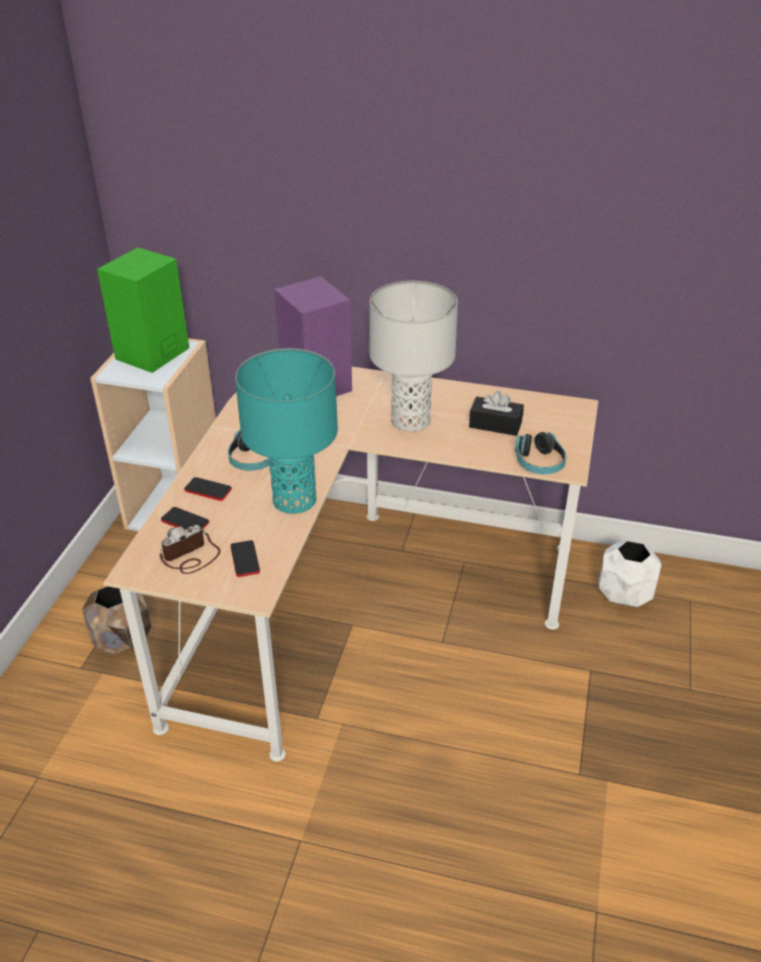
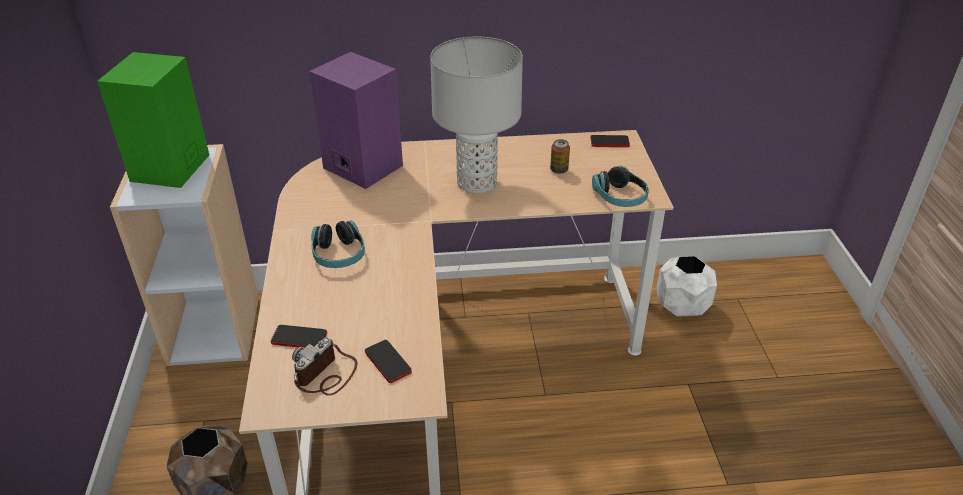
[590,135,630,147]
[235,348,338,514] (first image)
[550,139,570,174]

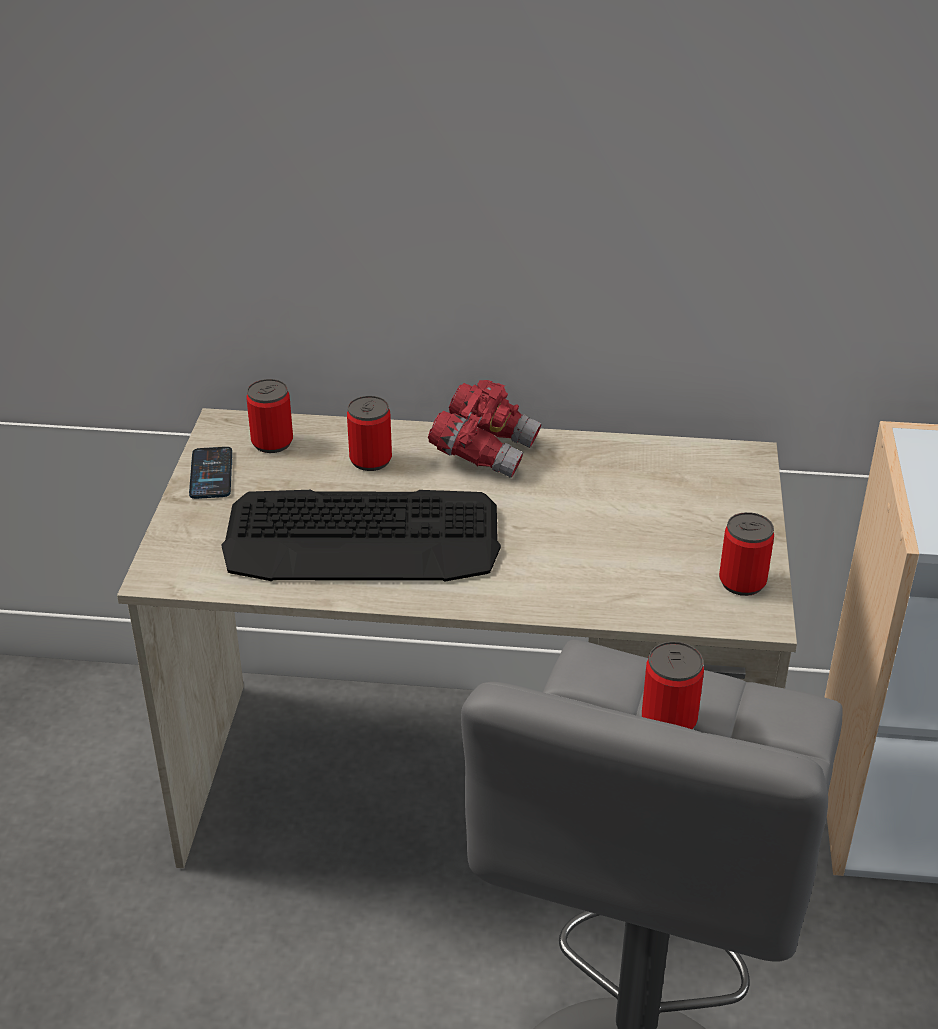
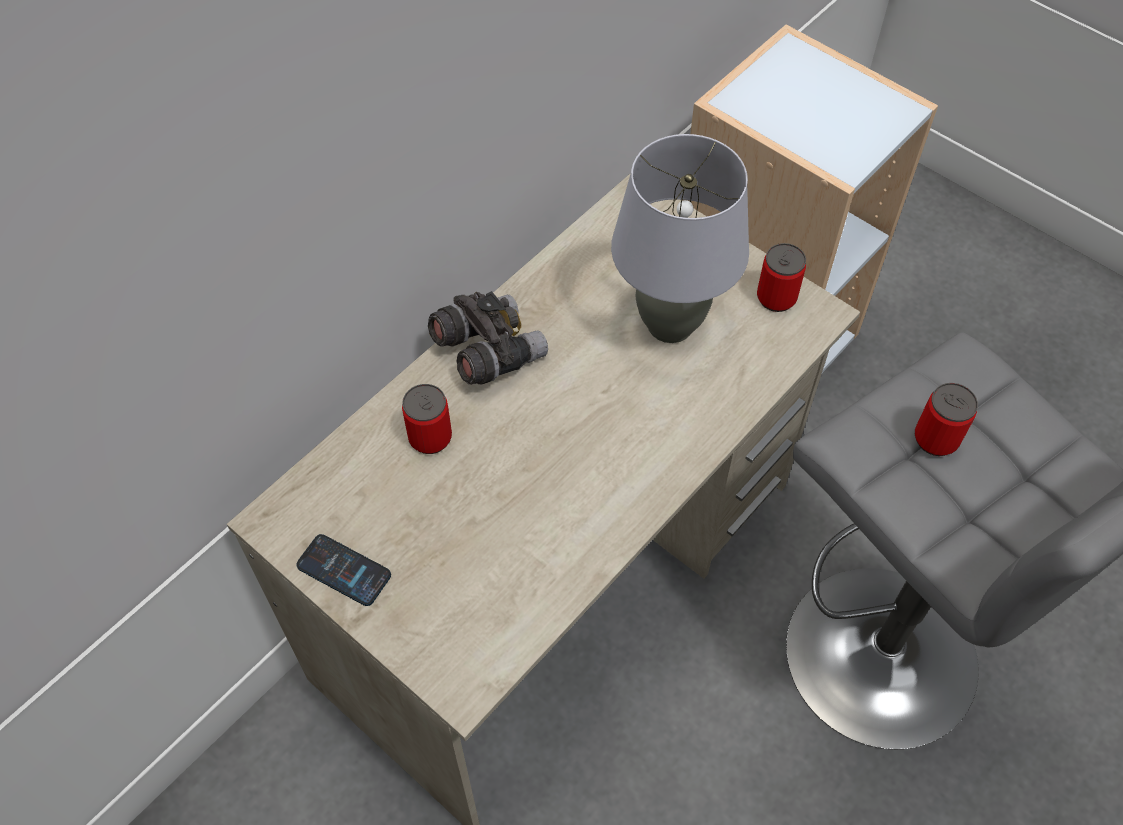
[221,490,501,582] (first image)
[247,379,293,453] (first image)
[428,291,548,385]
[611,134,749,343]

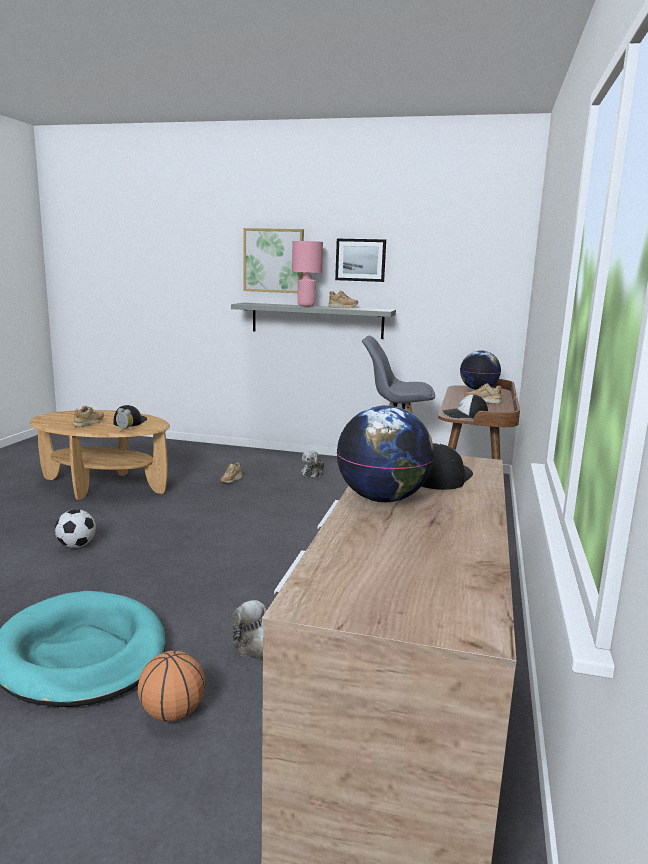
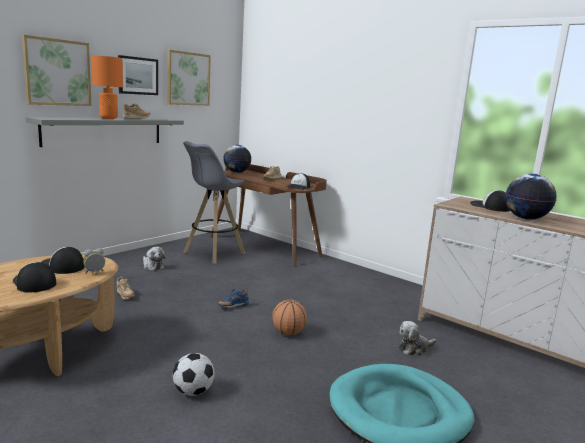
[13,262,56,292]
[272,300,307,335]
[91,55,123,119]
[167,50,211,106]
[218,289,249,308]

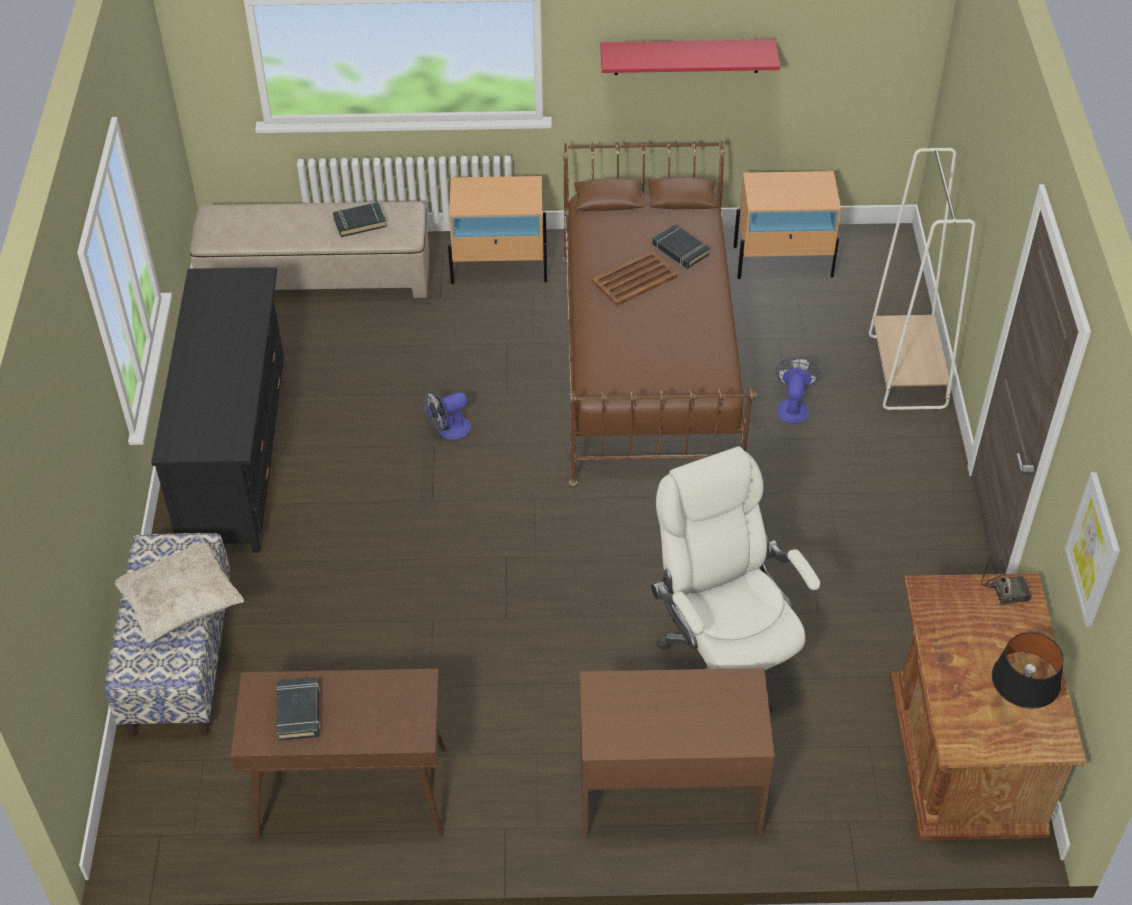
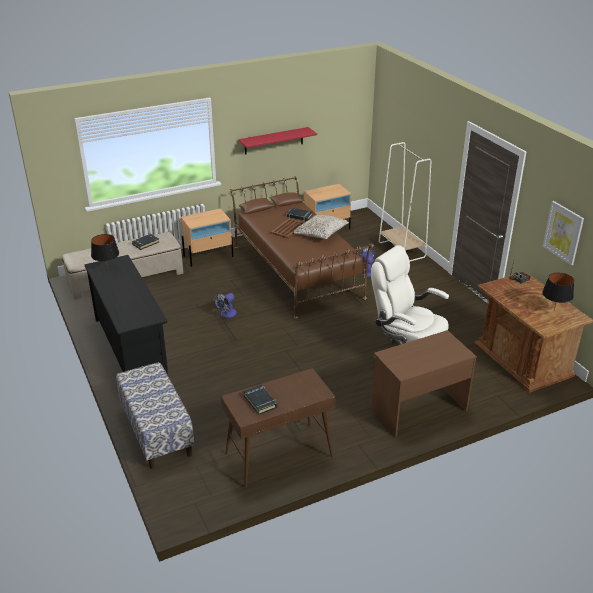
[294,215,349,239]
[91,234,119,270]

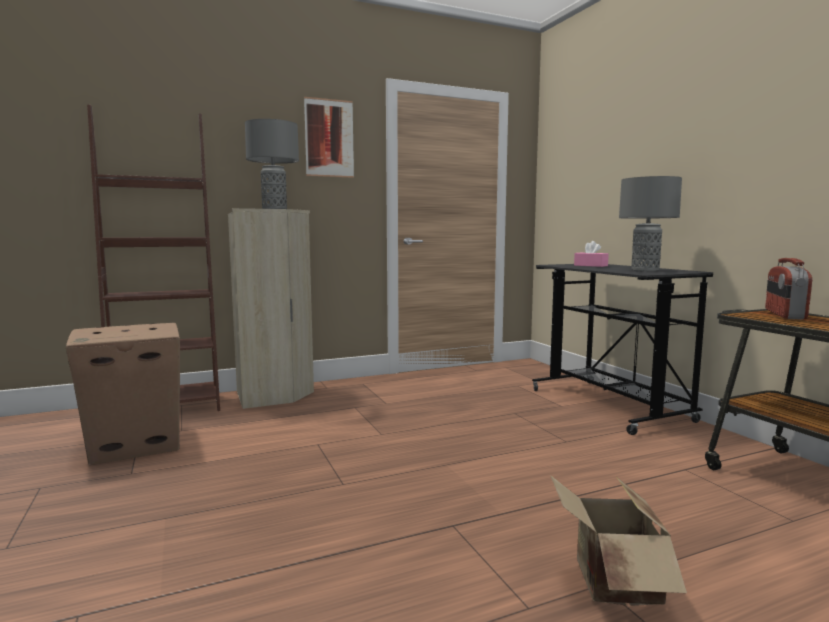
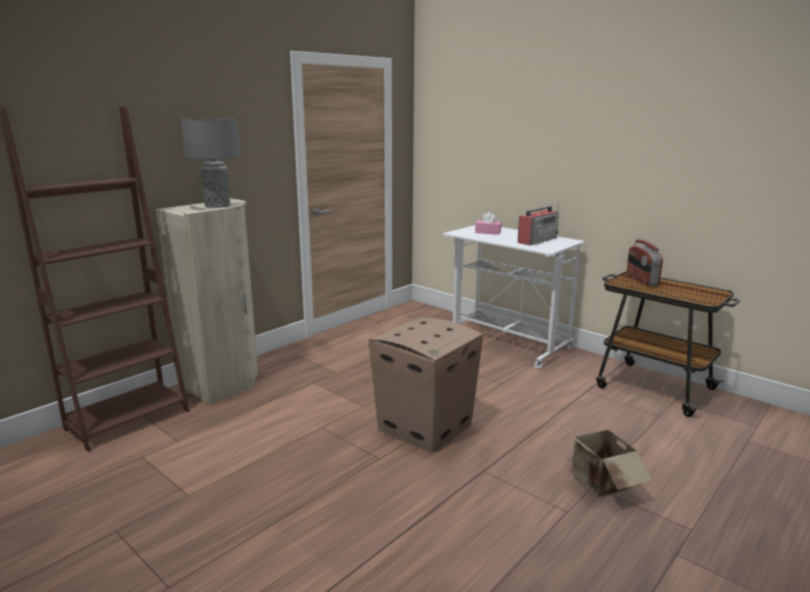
[368,317,483,453]
[304,97,354,178] (first image)
[444,225,585,369]
[518,205,559,245]

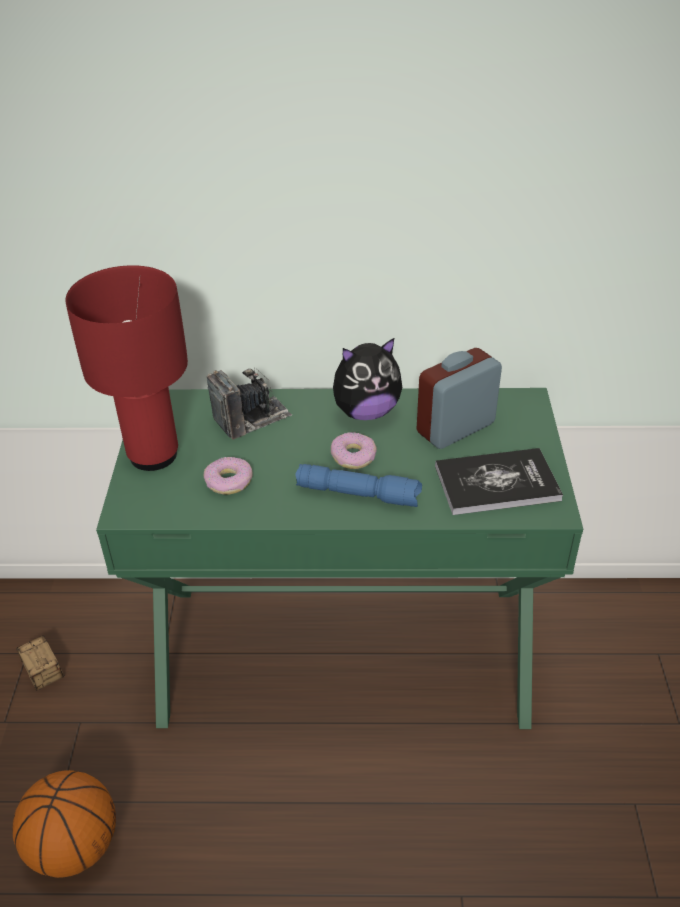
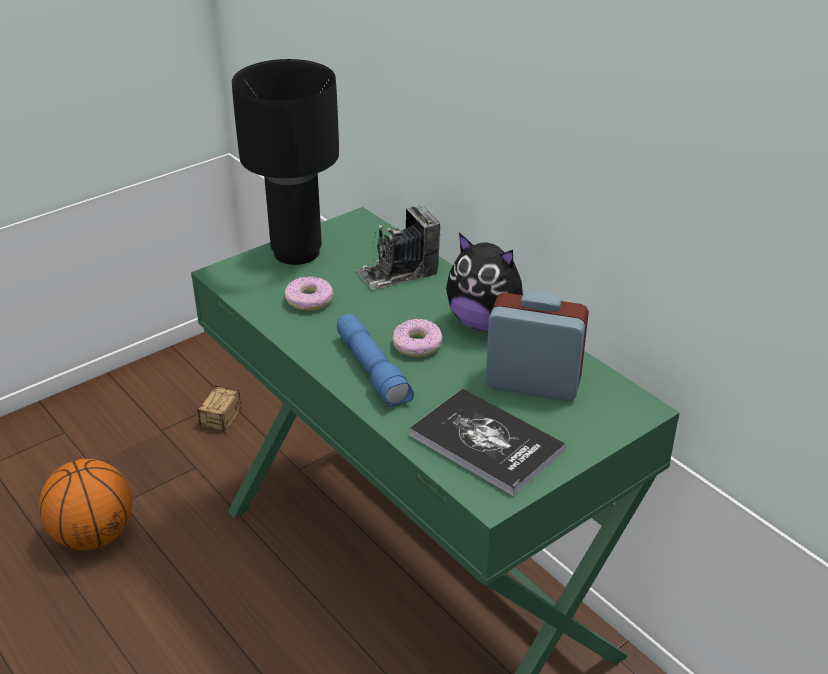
[232,59,339,265]
[356,205,440,290]

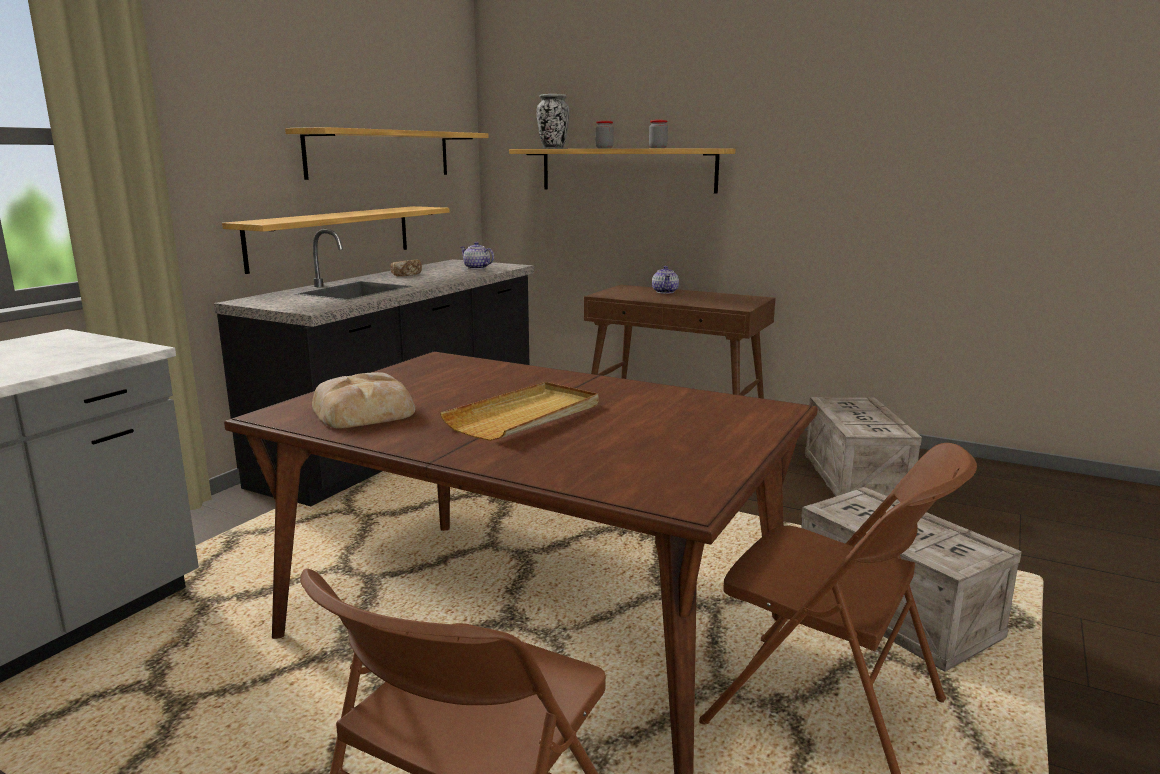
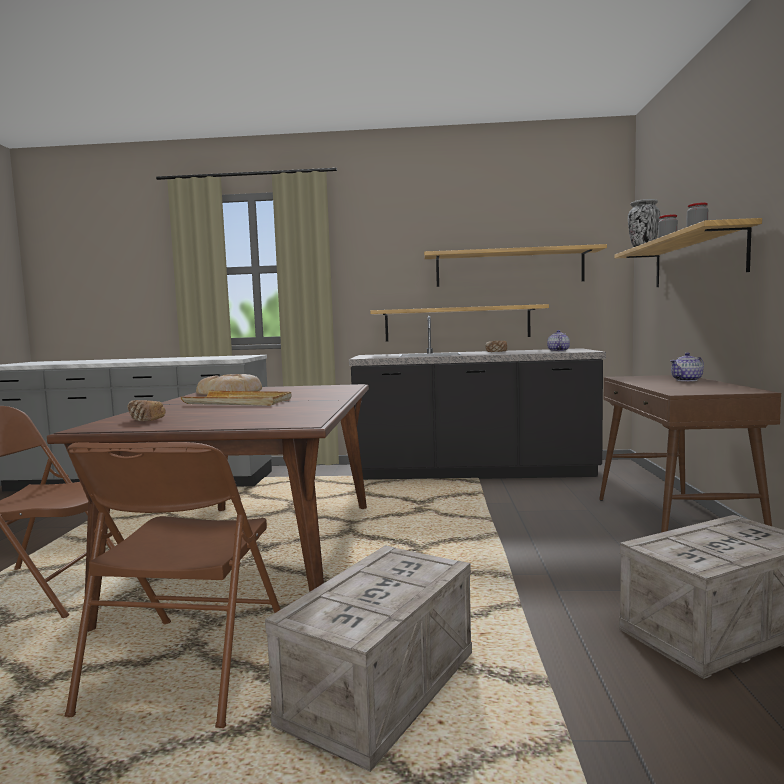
[127,400,165,421]

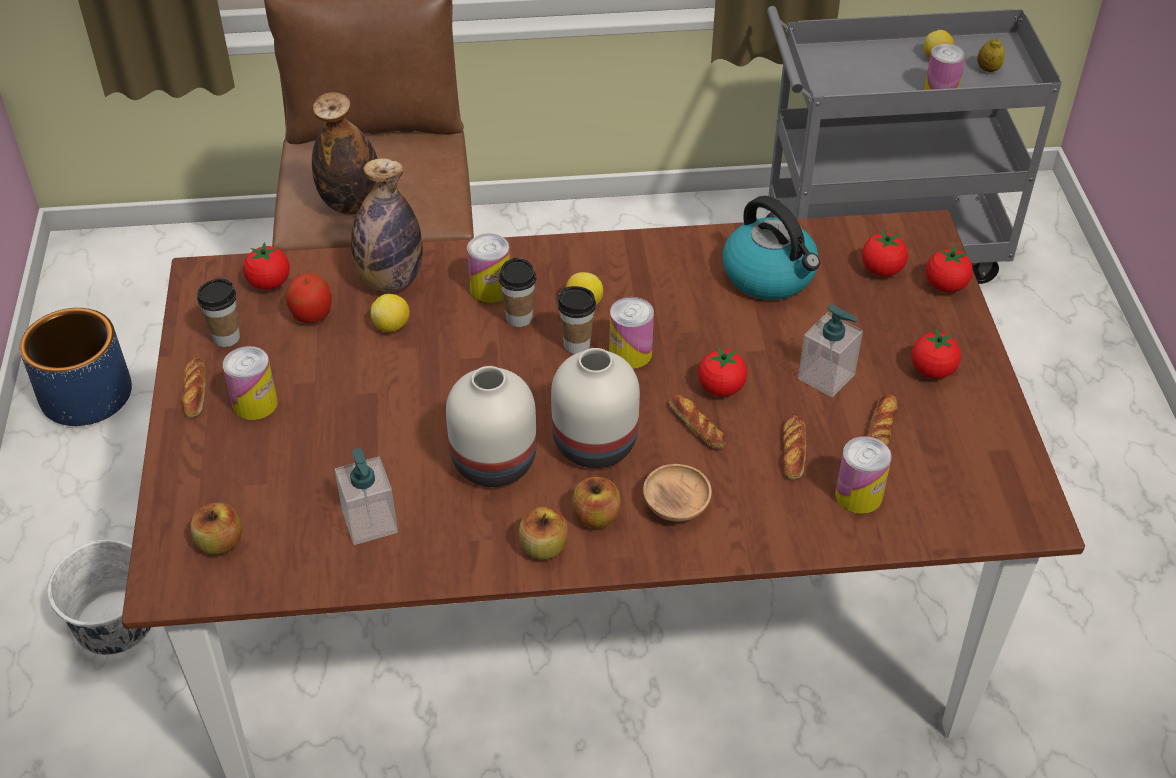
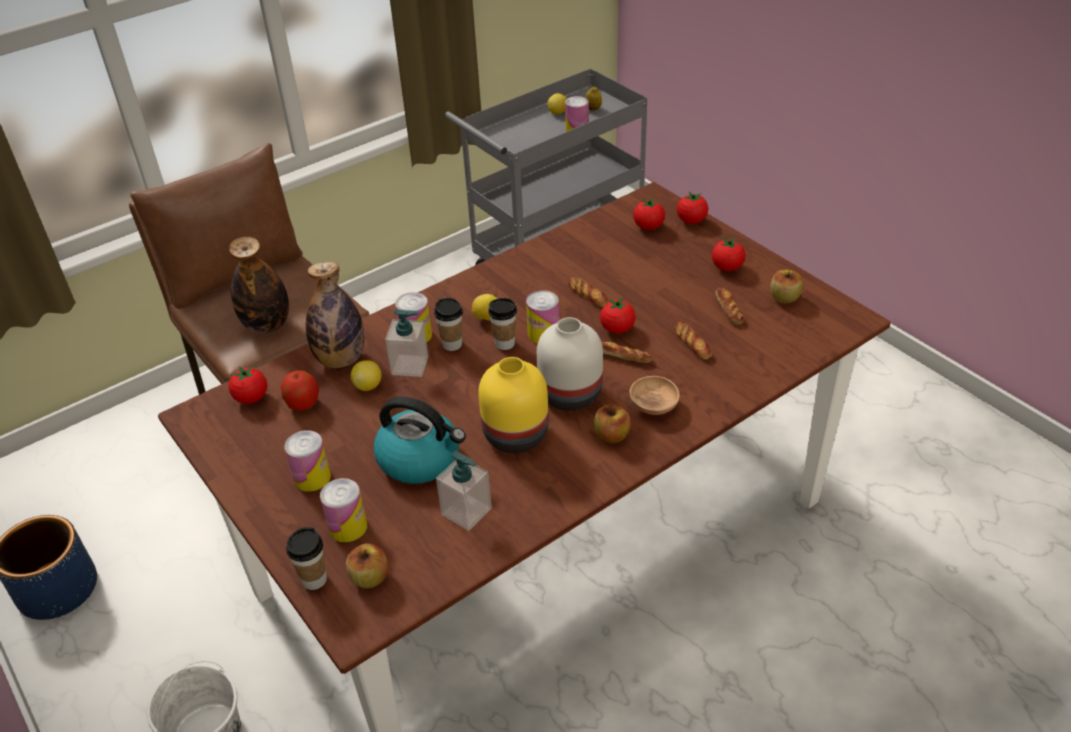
[568,276,609,307]
[286,527,327,590]
[478,357,549,453]
[770,269,803,303]
[374,396,466,484]
[385,310,428,377]
[320,478,367,543]

